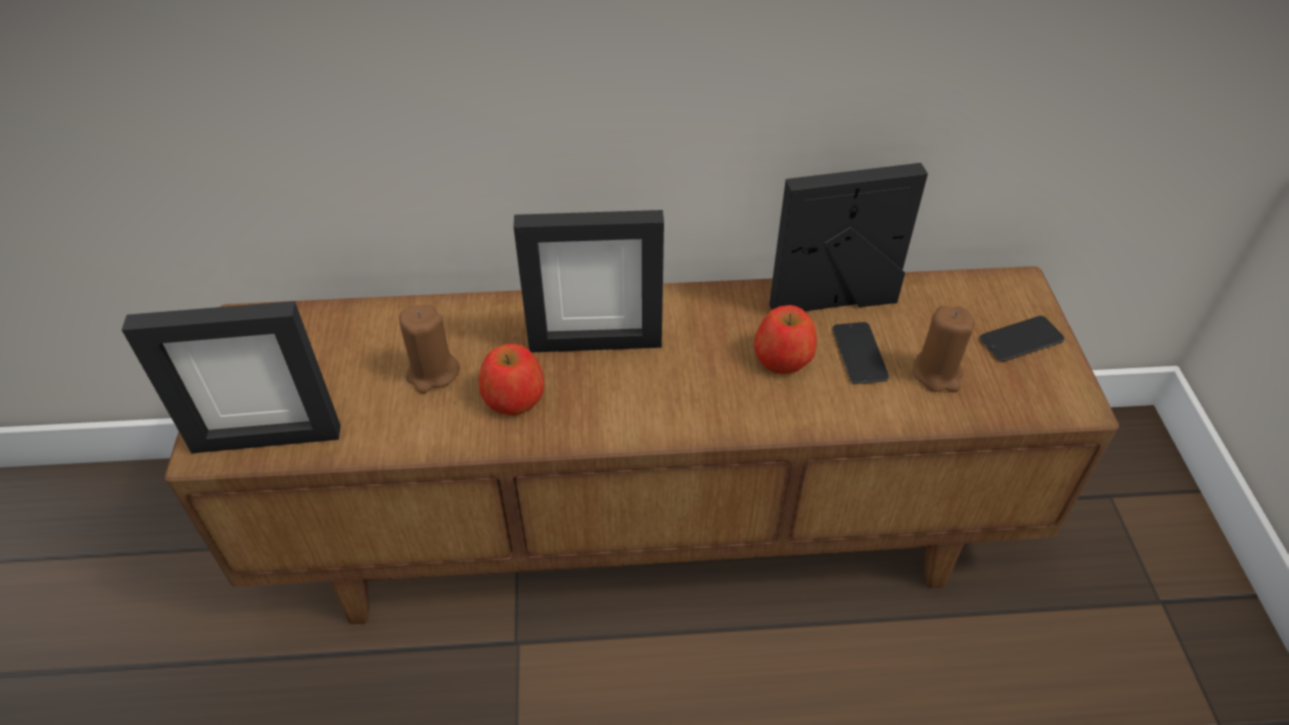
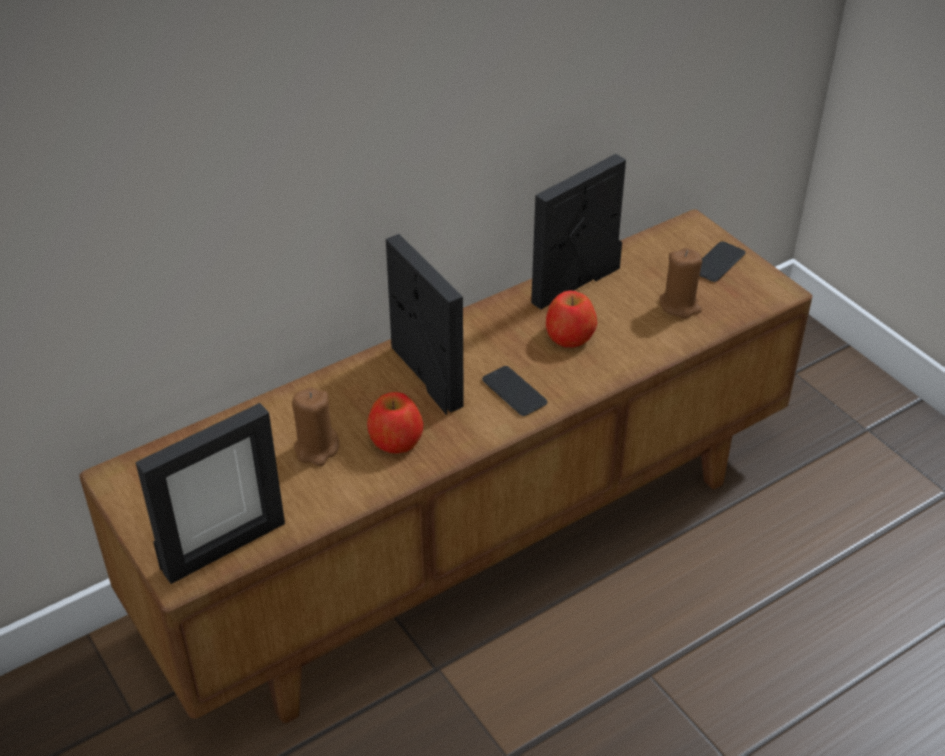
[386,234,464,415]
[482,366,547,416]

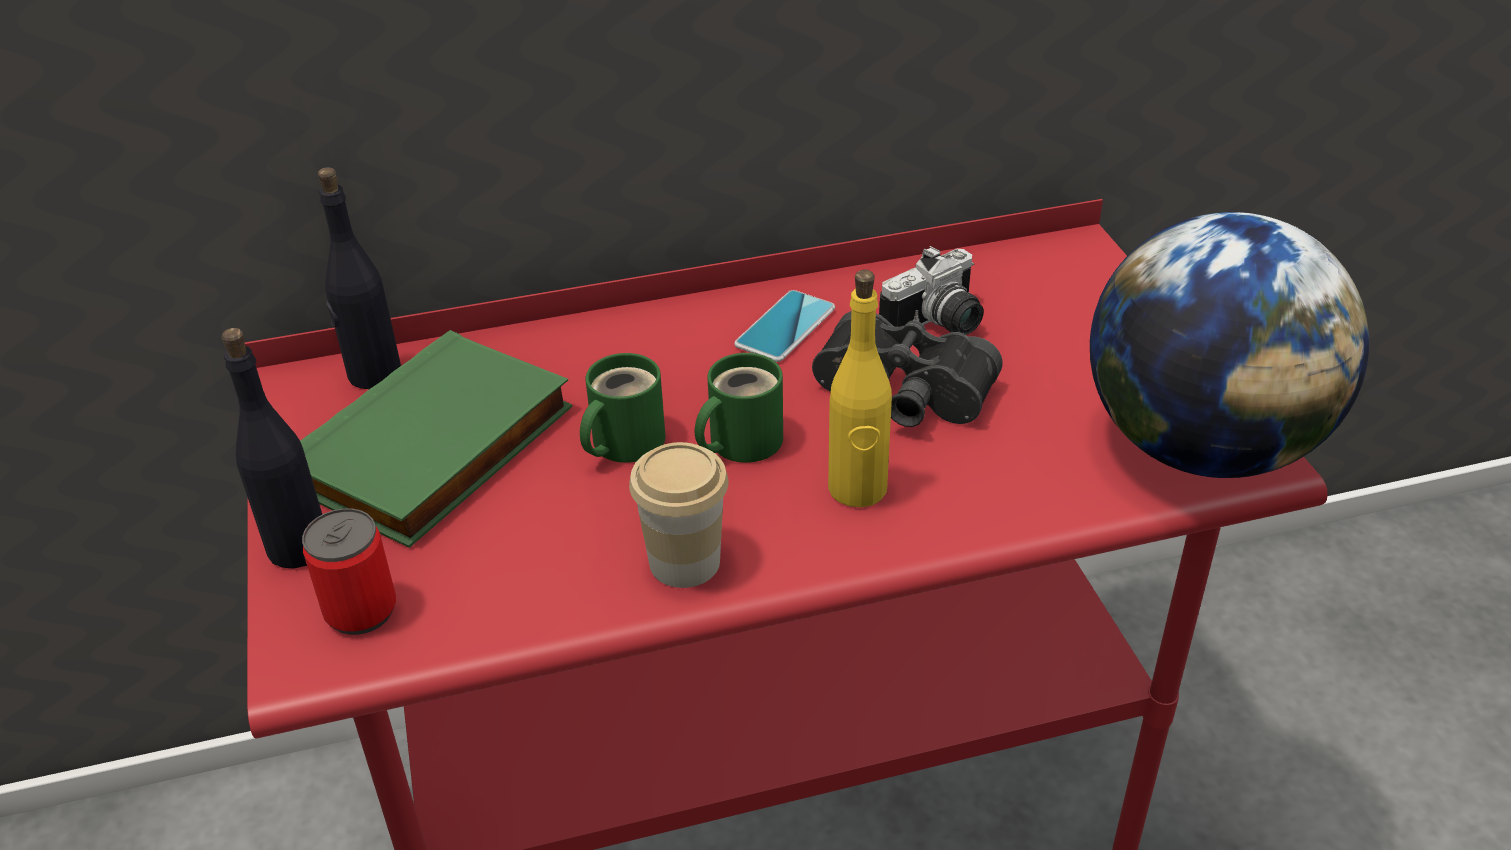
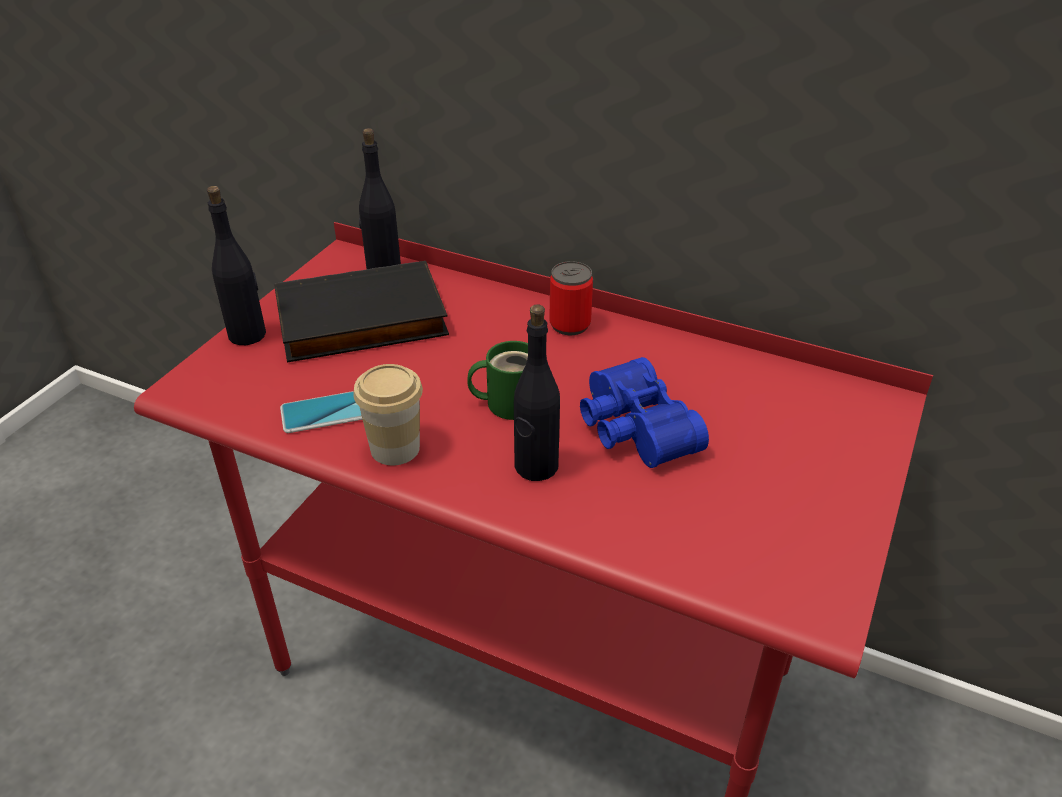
[274,261,449,363]
[549,261,593,335]
[580,353,665,463] (first image)
[280,391,362,433]
[580,357,709,468]
[514,304,560,481]
[879,246,984,335] (first image)
[1090,212,1369,478] (first image)

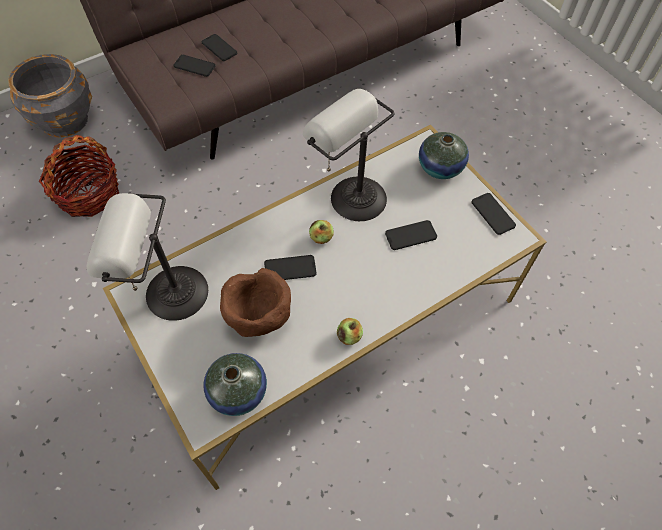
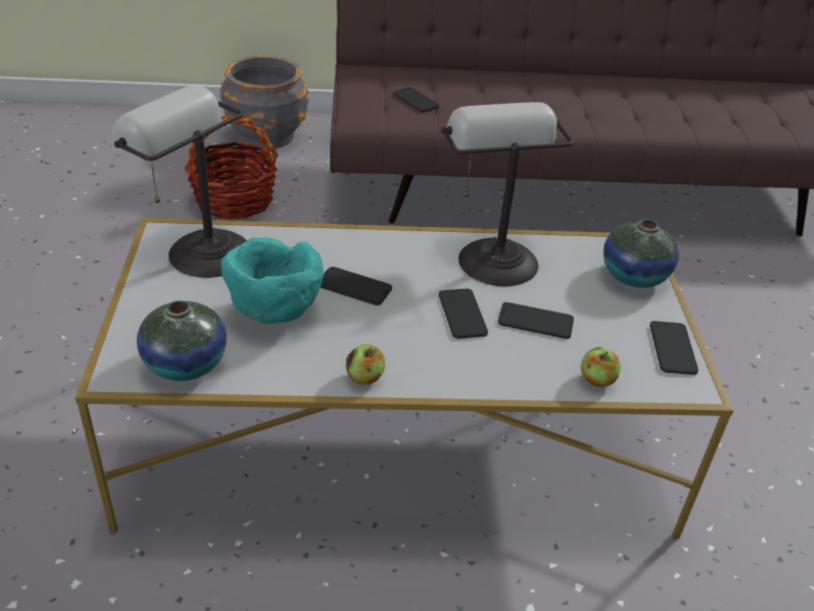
[439,289,488,339]
[221,237,323,324]
[581,347,621,387]

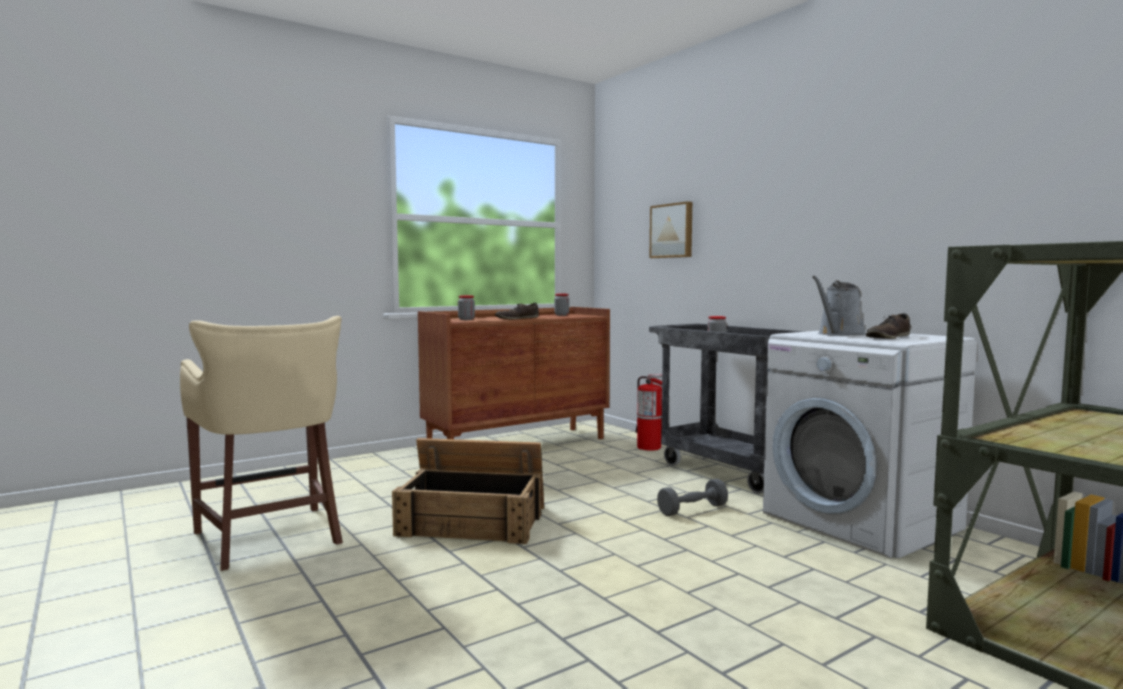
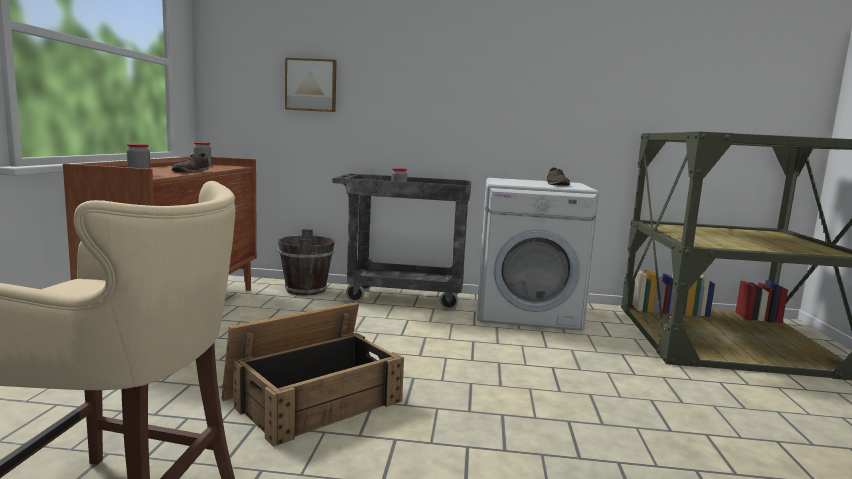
[278,229,335,295]
[657,479,728,516] (first image)
[812,276,866,336] (first image)

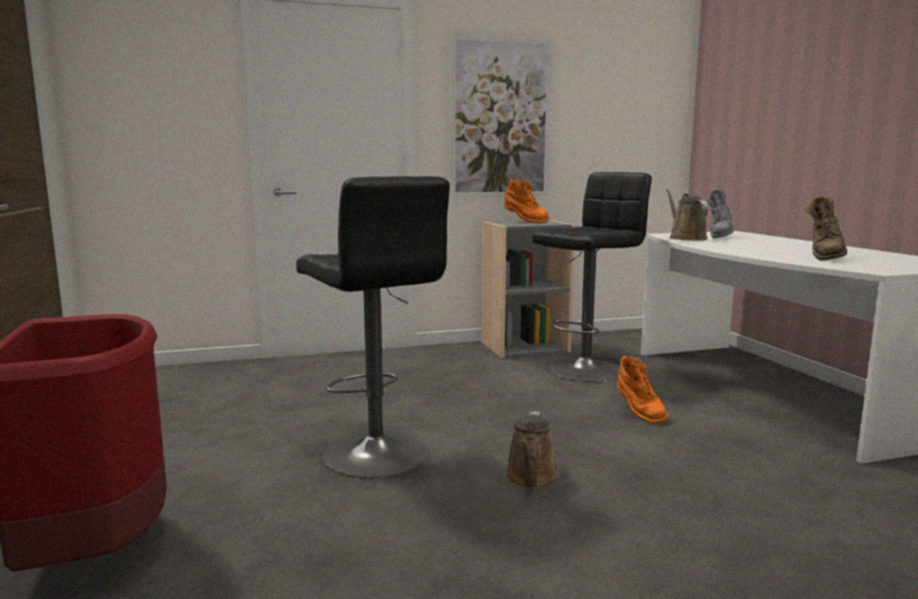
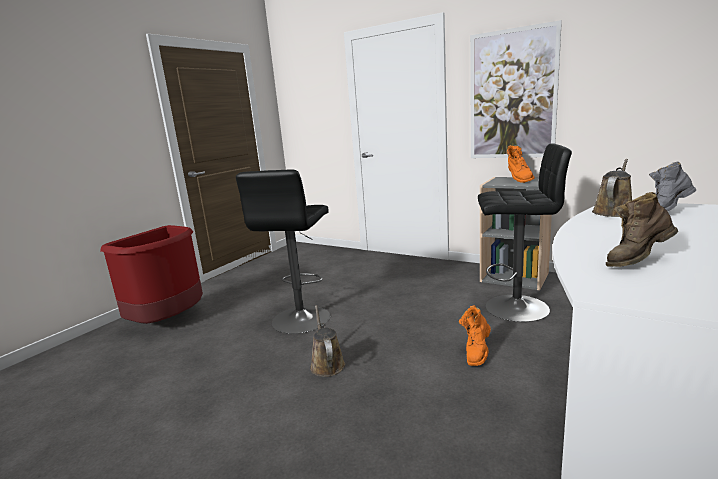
[310,305,345,377]

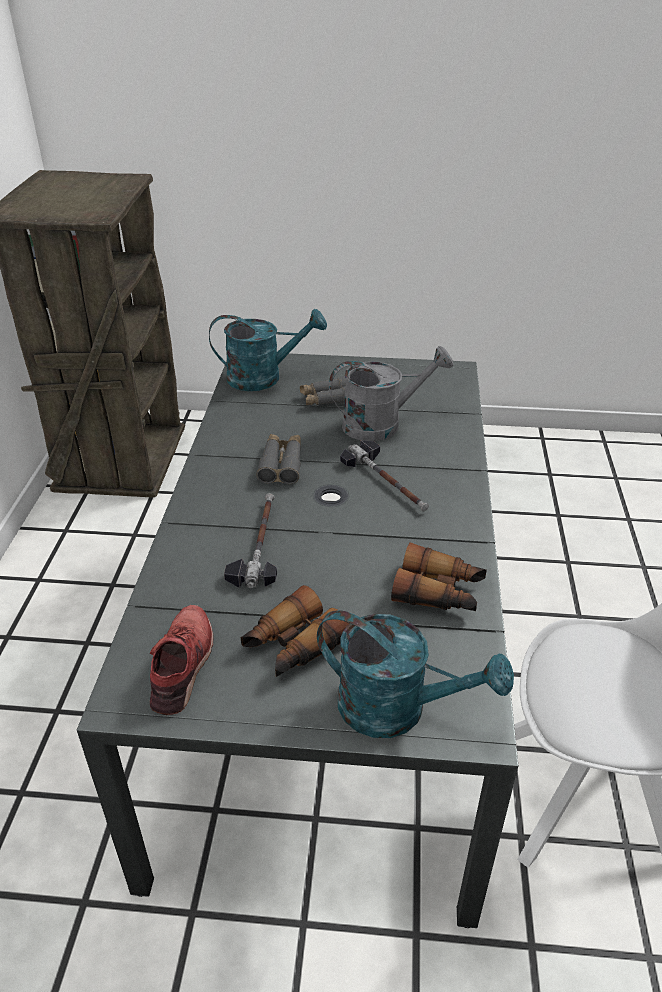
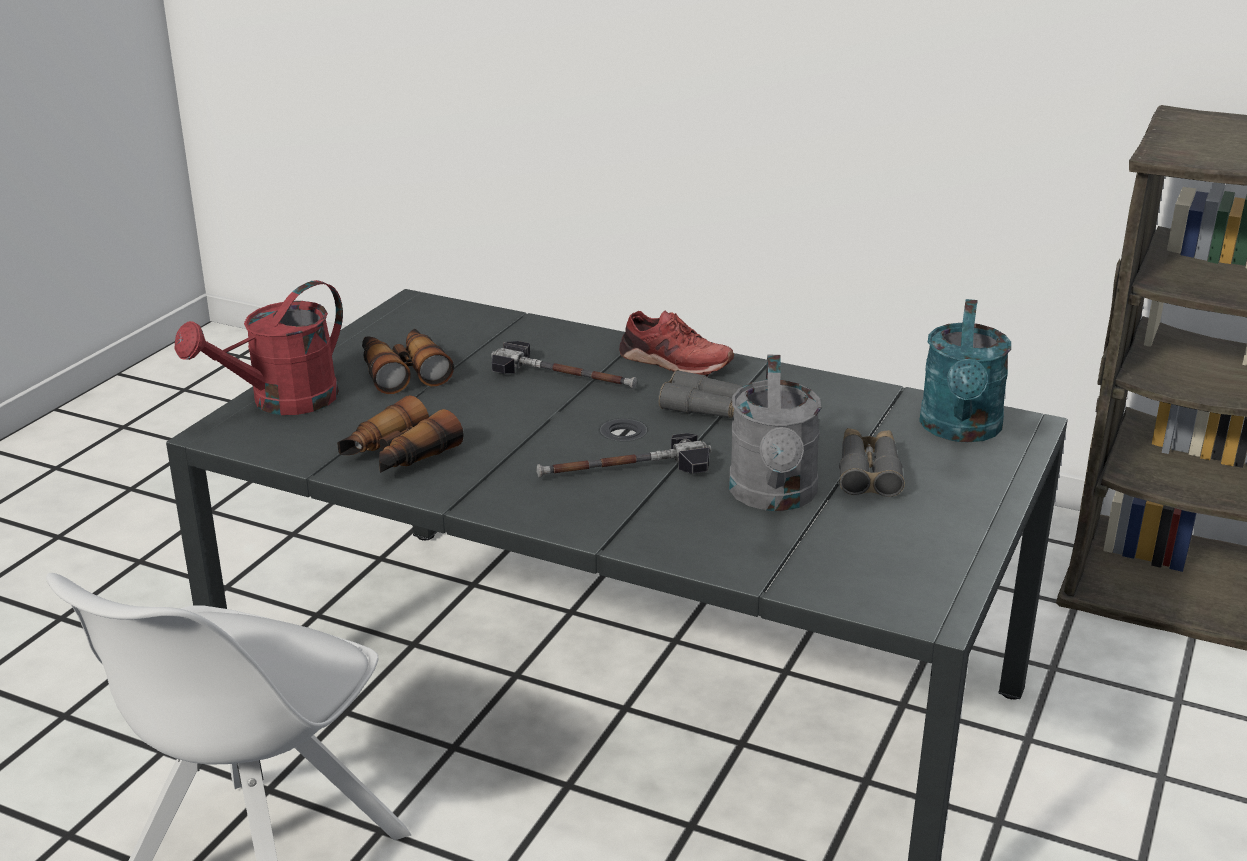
[619,311,734,377]
[175,280,343,415]

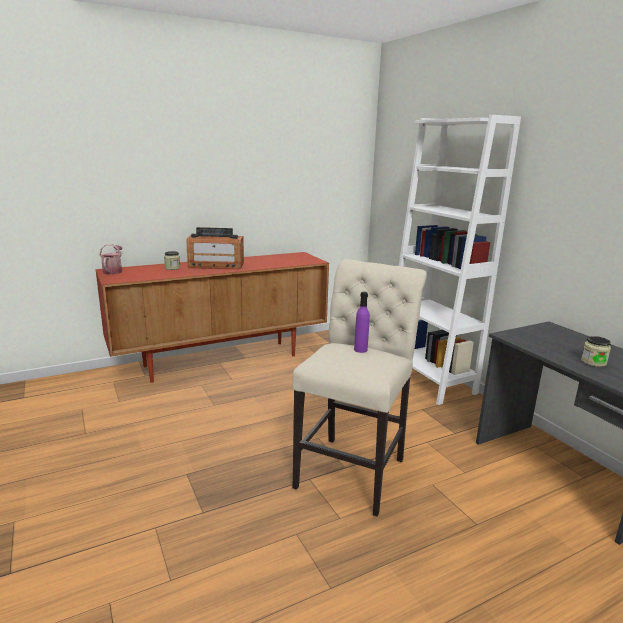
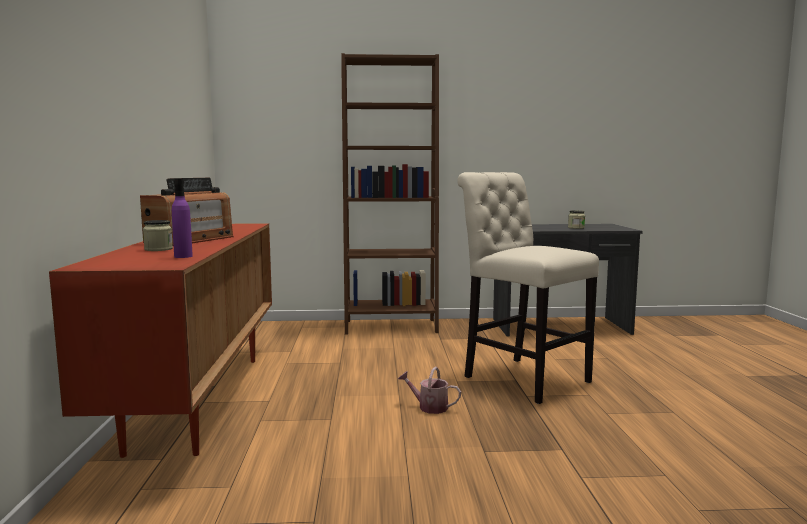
[398,367,461,414]
[172,178,193,258]
[341,53,439,335]

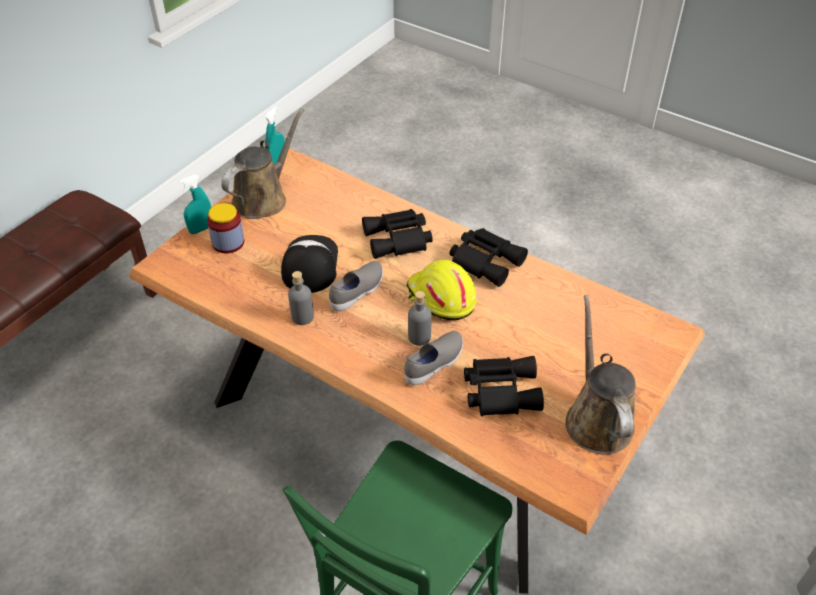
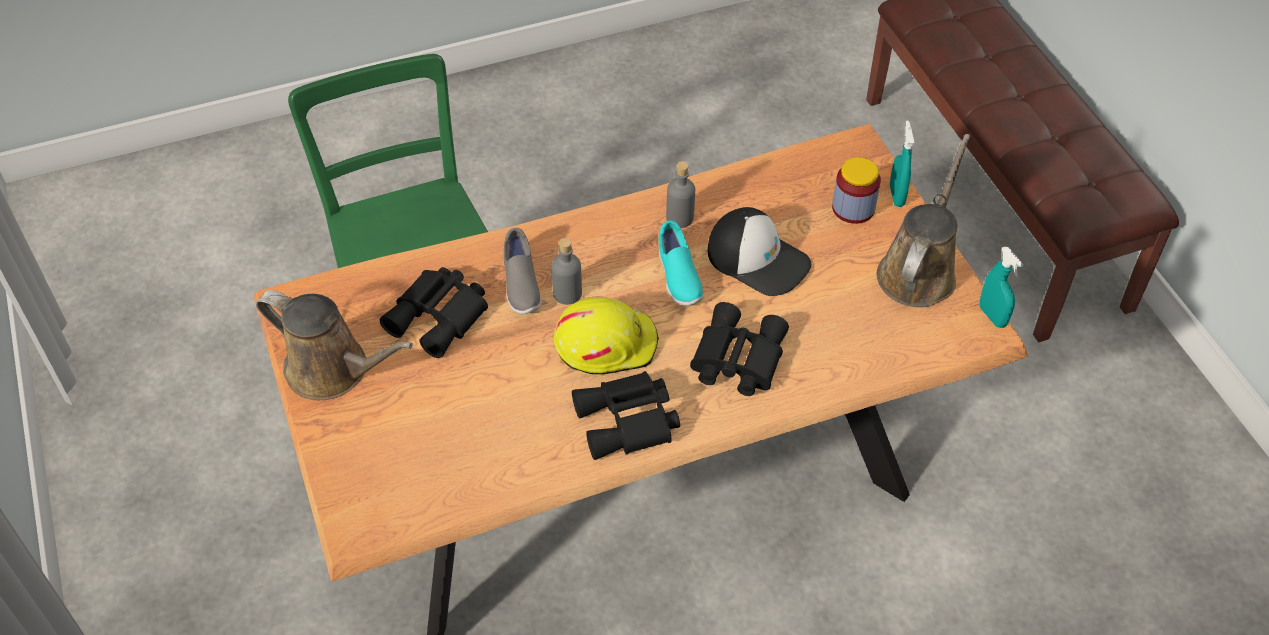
[877,134,971,307]
[659,220,703,306]

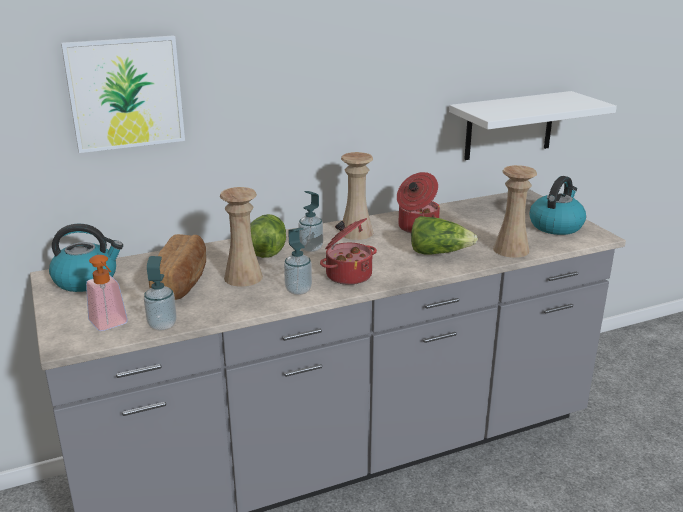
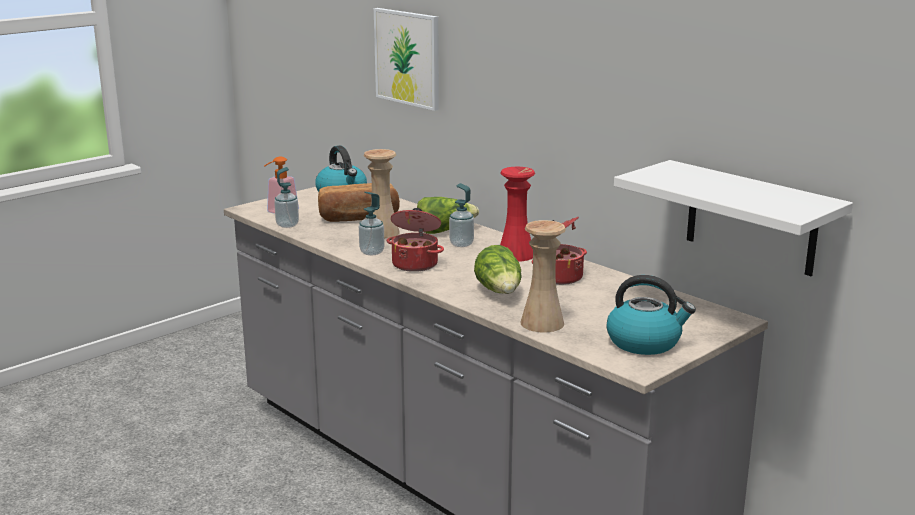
[500,167,535,262]

